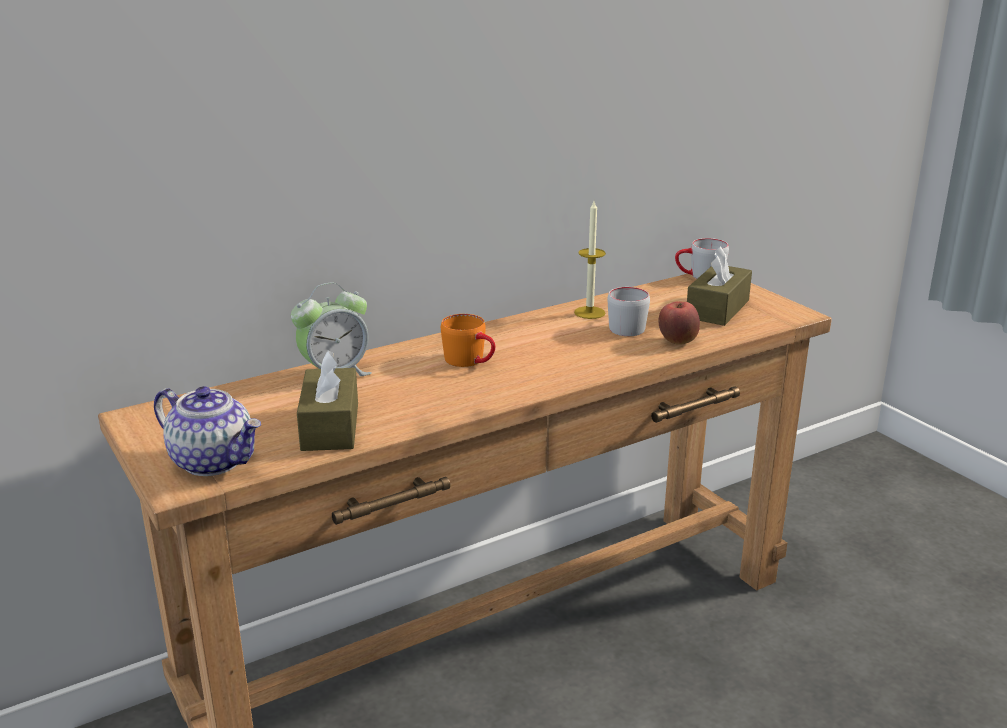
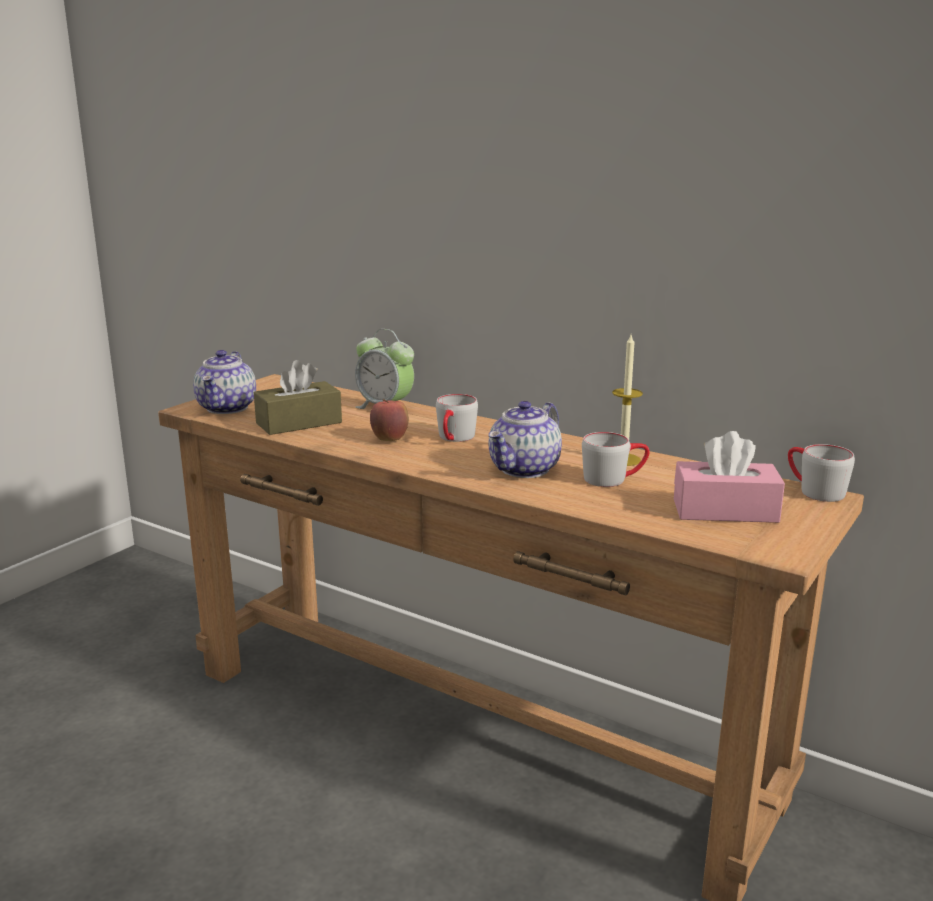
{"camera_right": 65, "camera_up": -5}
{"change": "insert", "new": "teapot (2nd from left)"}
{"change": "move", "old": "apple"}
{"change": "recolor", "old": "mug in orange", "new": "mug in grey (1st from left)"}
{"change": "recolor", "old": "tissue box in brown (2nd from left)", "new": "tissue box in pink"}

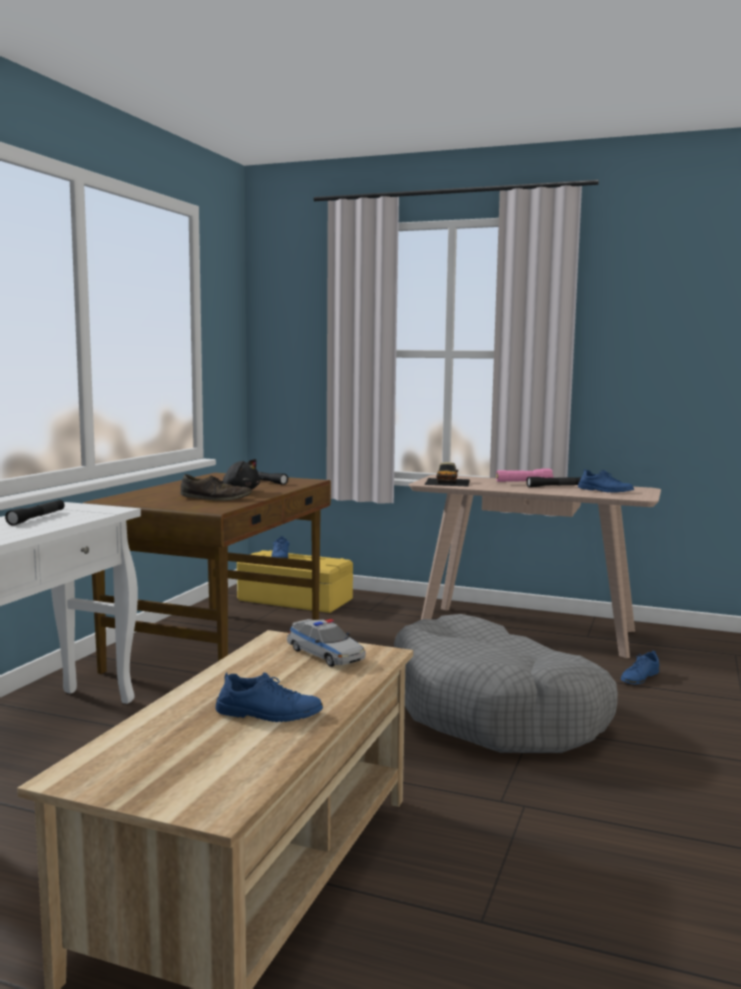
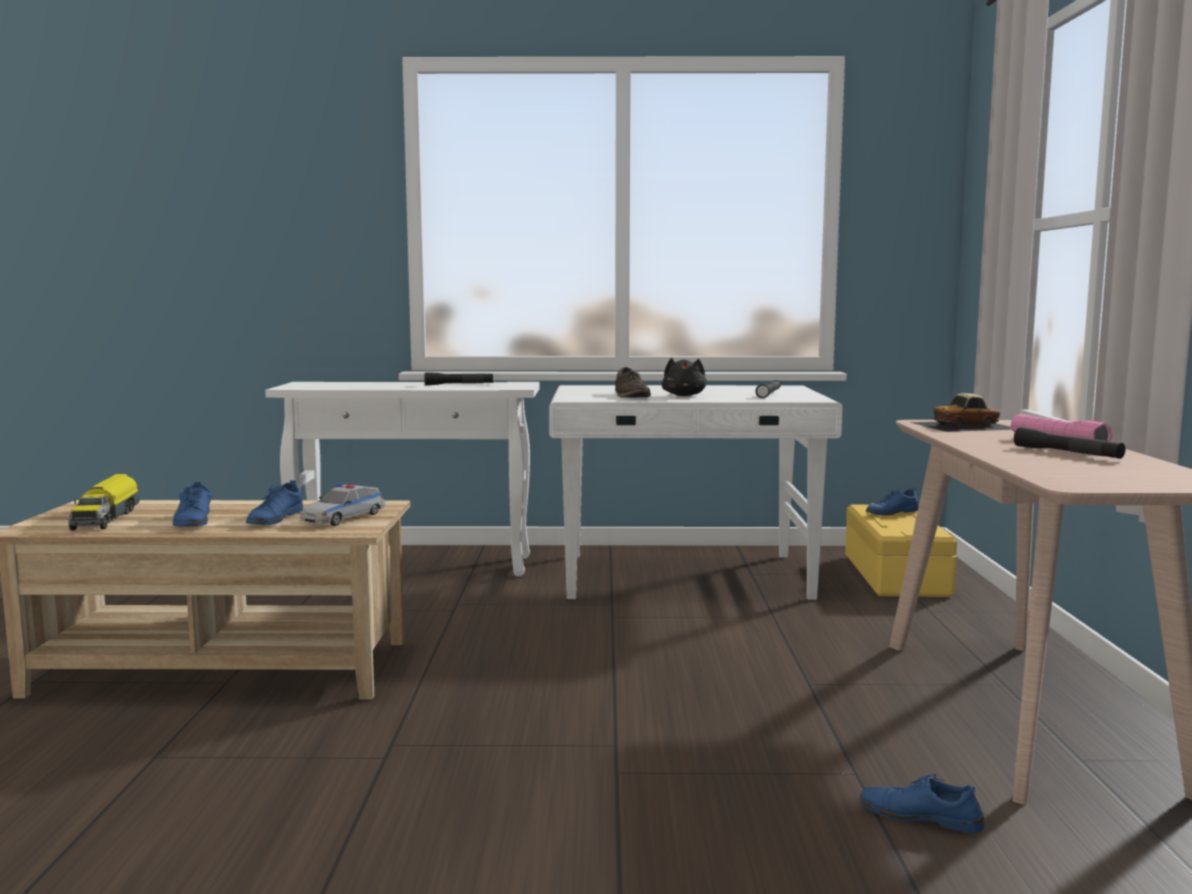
{"camera_right": 70, "camera_up": 0}
{"change": "delete", "old": "dog bed in grey"}
{"change": "insert", "new": "toy truck"}
{"change": "move", "old": "shoe in blue (3rd from left in the first image)", "new": "shoe in blue (2nd from left)"}
{"change": "recolor", "old": "desk in brown", "new": "desk in white"}

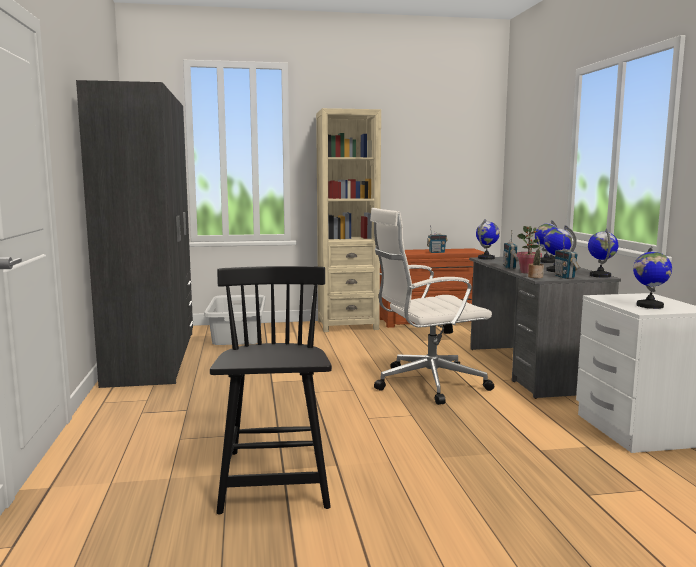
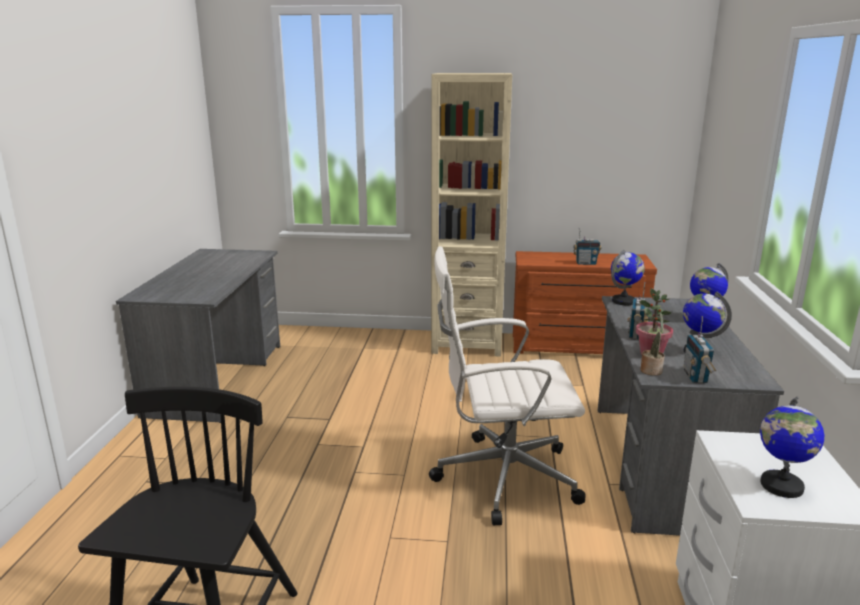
{"camera_right": 15, "camera_up": 10}
{"change": "delete", "old": "laundry basket in grey"}
{"change": "delete", "old": "globe (4th from left)"}
{"change": "replace", "old": "wardrobe in grey", "new": "desk in grey (1st from left)"}

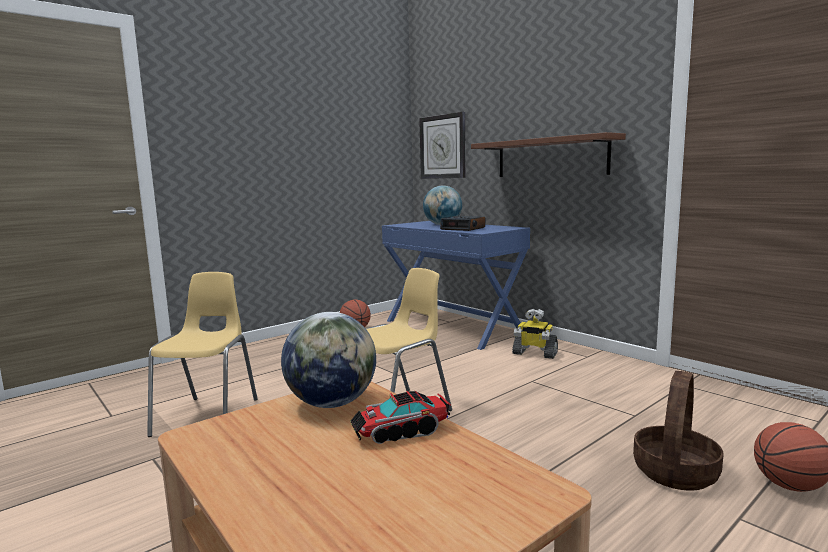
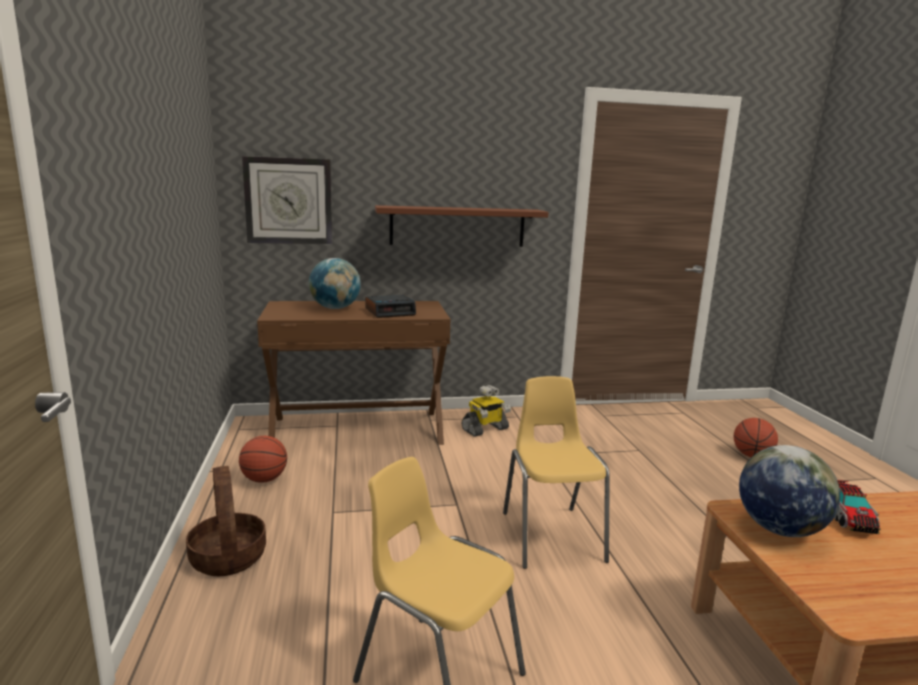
{"camera_right": -60, "camera_up": 5}
{"change": "move", "old": "basket"}
{"change": "recolor", "old": "desk in blue", "new": "desk in brown"}

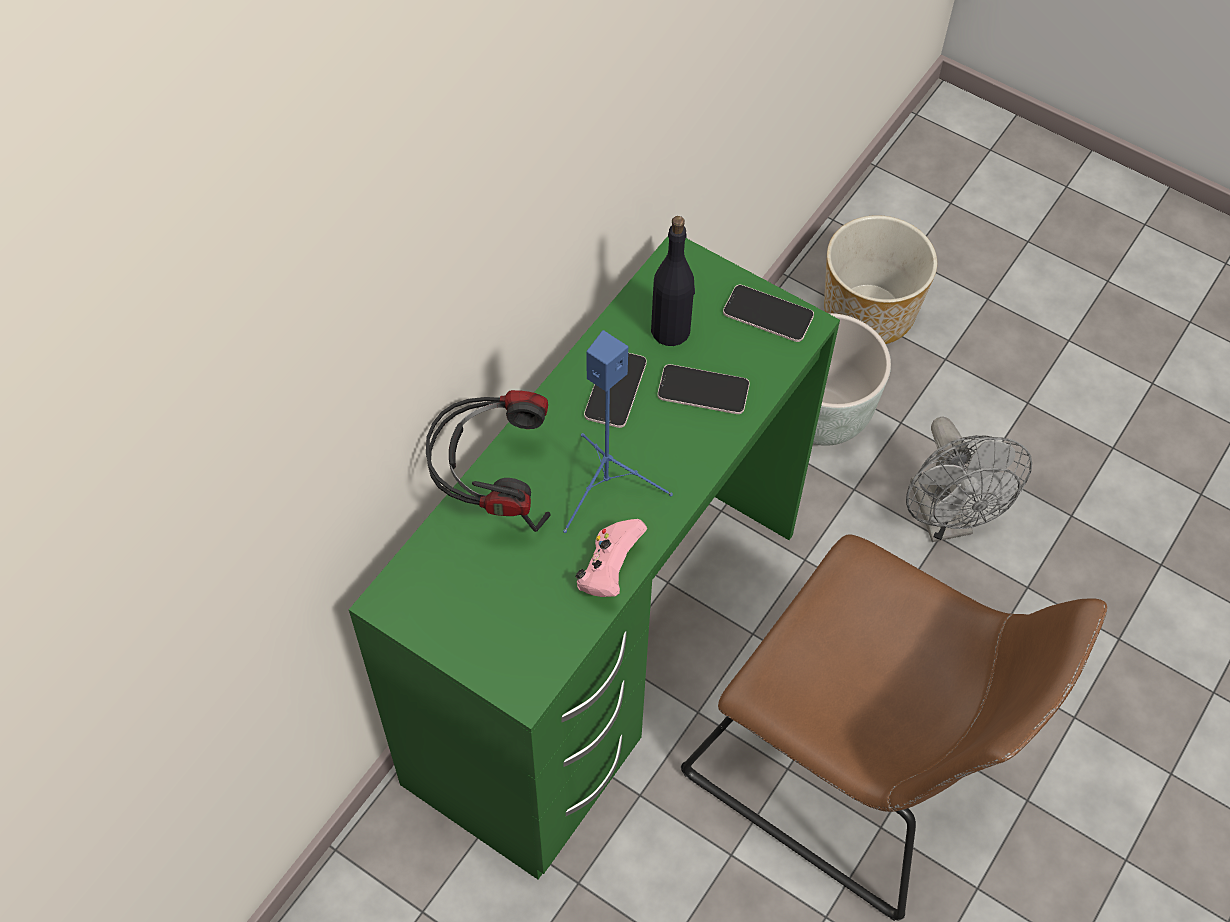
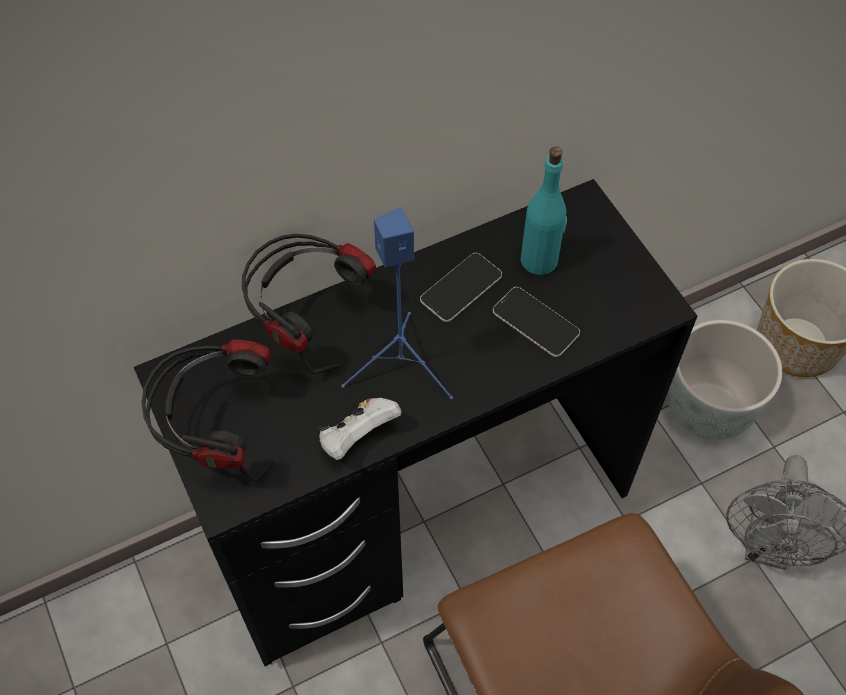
{"camera_right": 30, "camera_up": 0}
{"change": "delete", "old": "phone (3rd from left)"}
{"change": "insert", "new": "headphones (1st from left)"}
{"change": "recolor", "old": "desk in green", "new": "desk in black"}
{"change": "recolor", "old": "game controller in pink", "new": "game controller in white"}
{"change": "recolor", "old": "bottle in black", "new": "bottle in turquoise"}

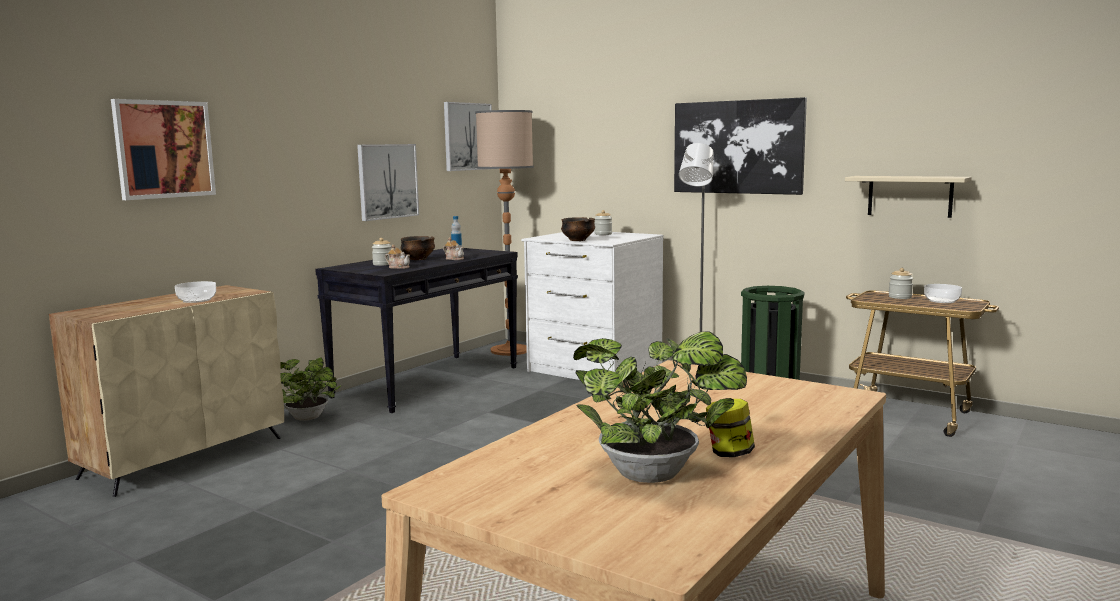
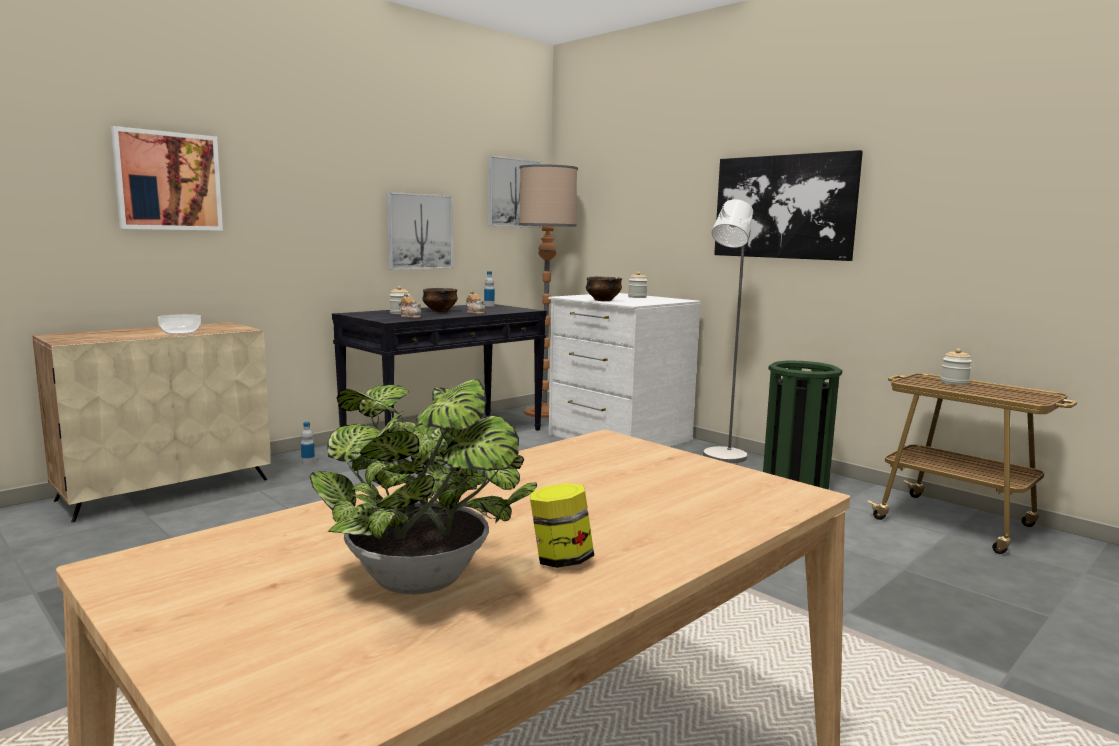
{"camera_right": 10, "camera_up": 0}
{"change": "delete", "old": "shelf in beige"}
{"change": "delete", "old": "bowl (4th from left)"}
{"change": "replace", "old": "potted plant (1st from left)", "new": "bottle (1st from left)"}

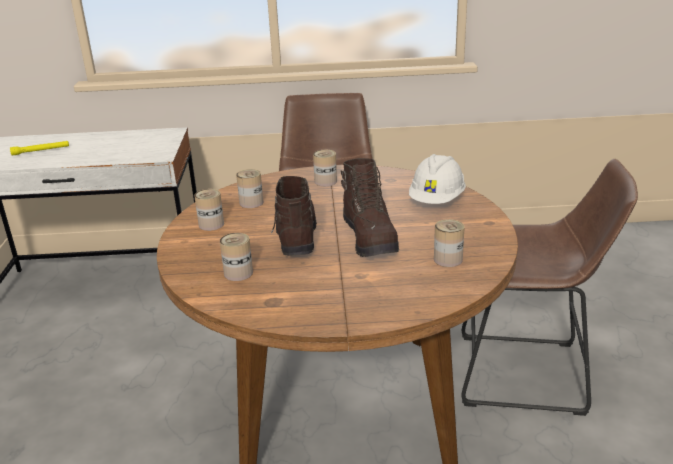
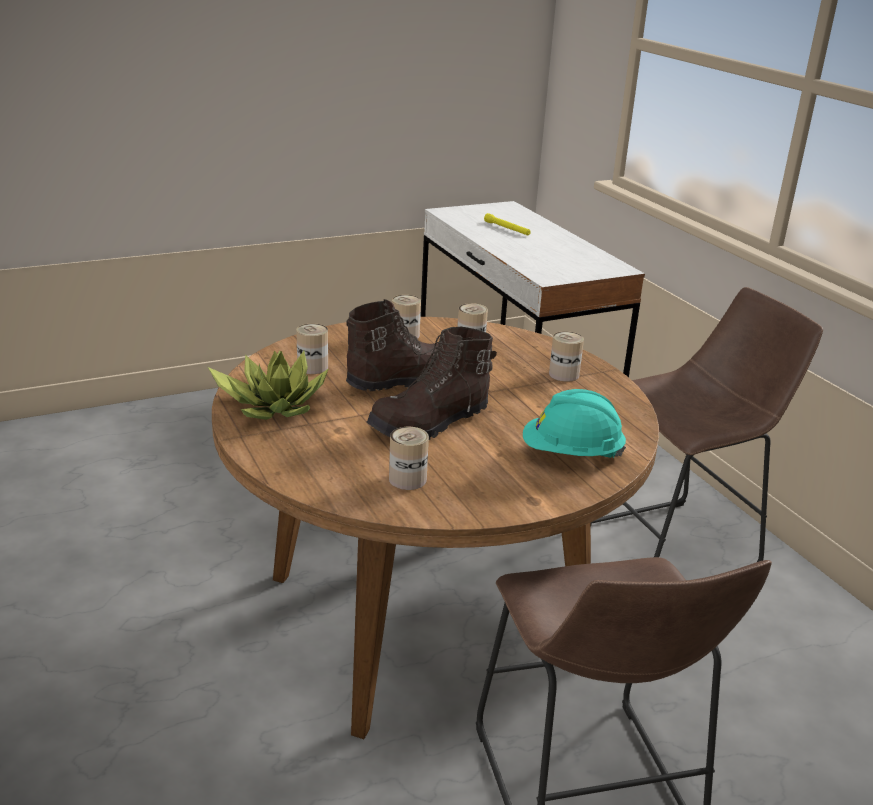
{"camera_right": 65, "camera_up": 0}
{"change": "insert", "new": "potted plant"}
{"change": "recolor", "old": "hard hat in white", "new": "hard hat in turquoise"}

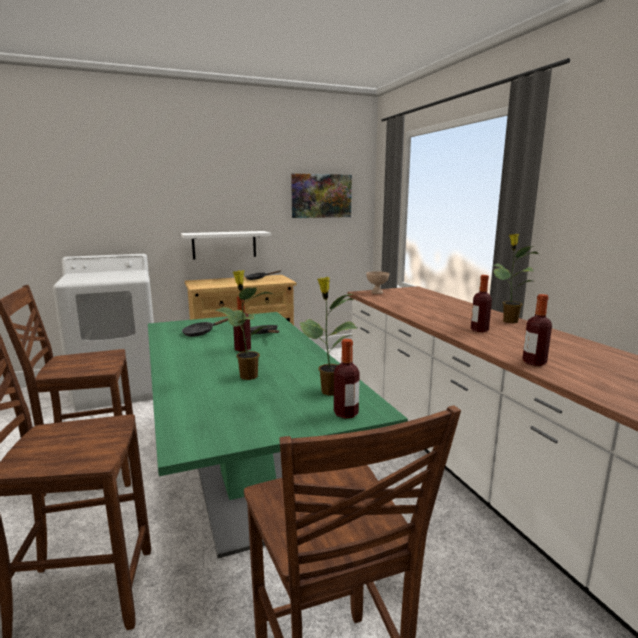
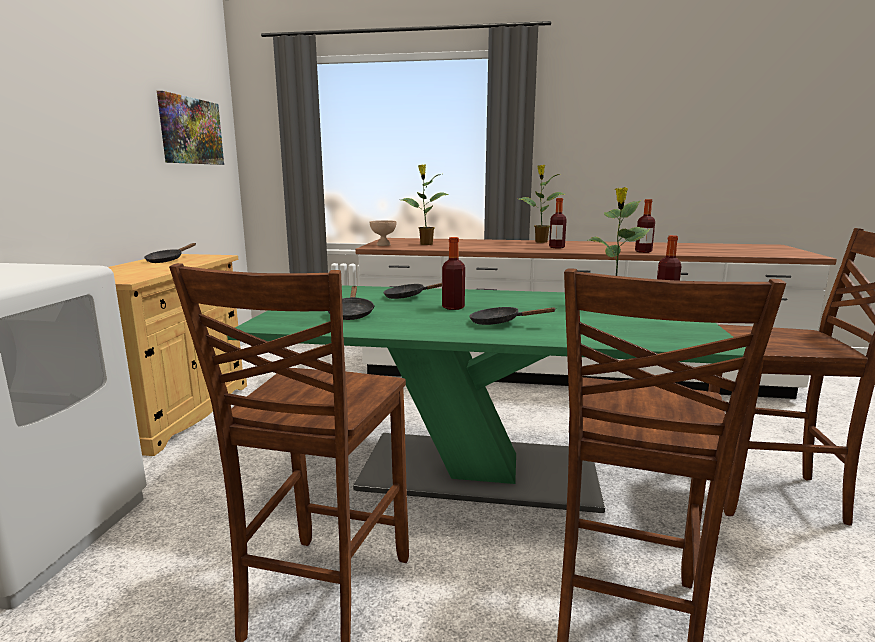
{"camera_right": -60, "camera_up": 0}
{"change": "delete", "old": "shelf in white"}
{"change": "insert", "new": "frying pan in black (4th from left)"}
{"change": "move", "old": "potted plant (1st from left)"}

